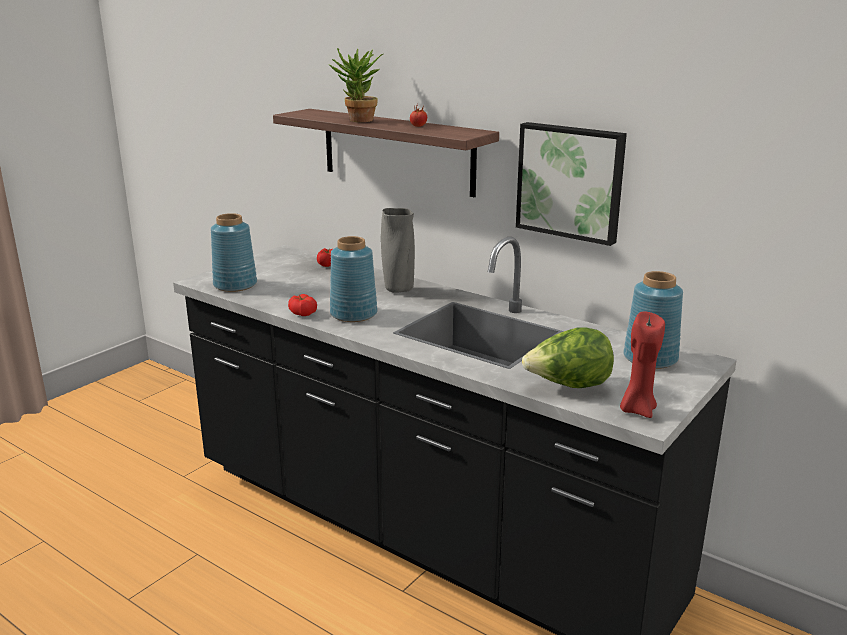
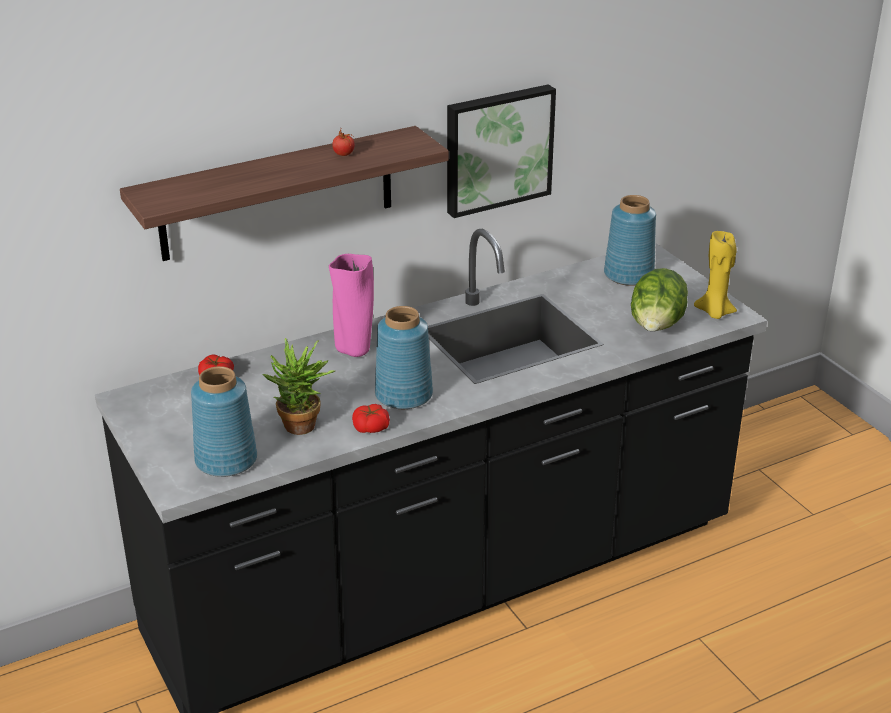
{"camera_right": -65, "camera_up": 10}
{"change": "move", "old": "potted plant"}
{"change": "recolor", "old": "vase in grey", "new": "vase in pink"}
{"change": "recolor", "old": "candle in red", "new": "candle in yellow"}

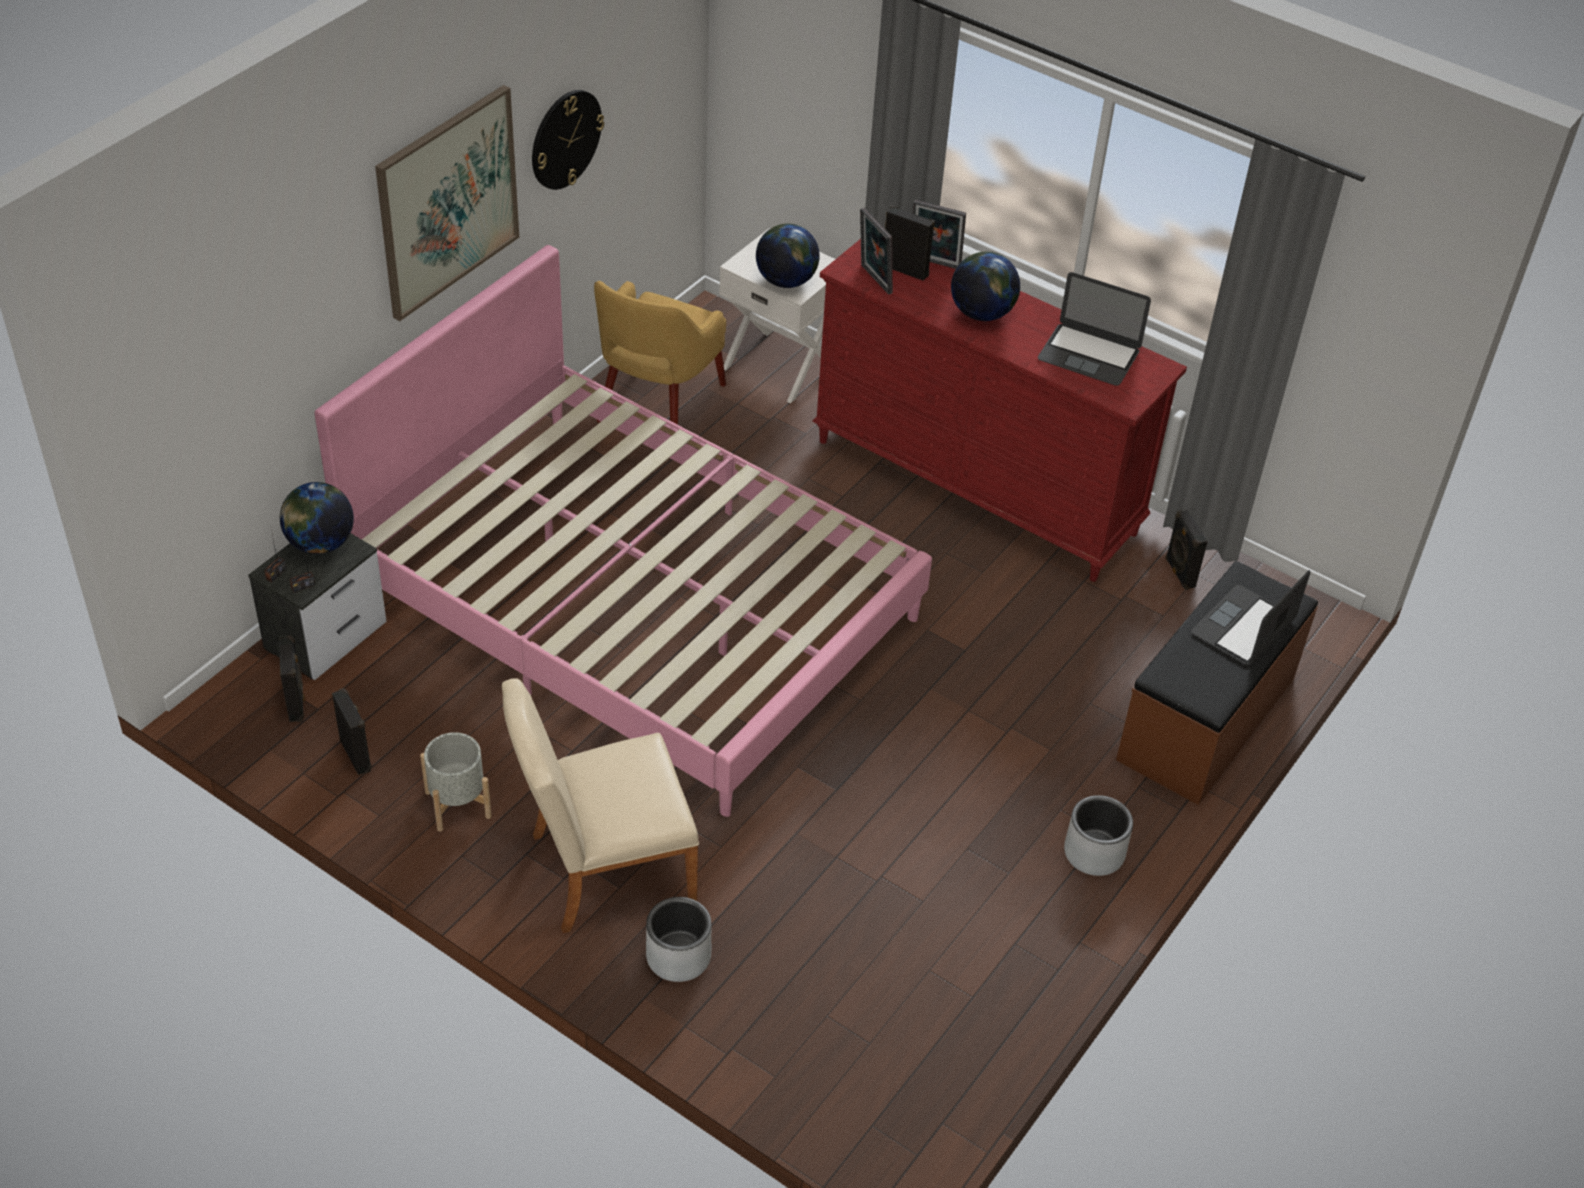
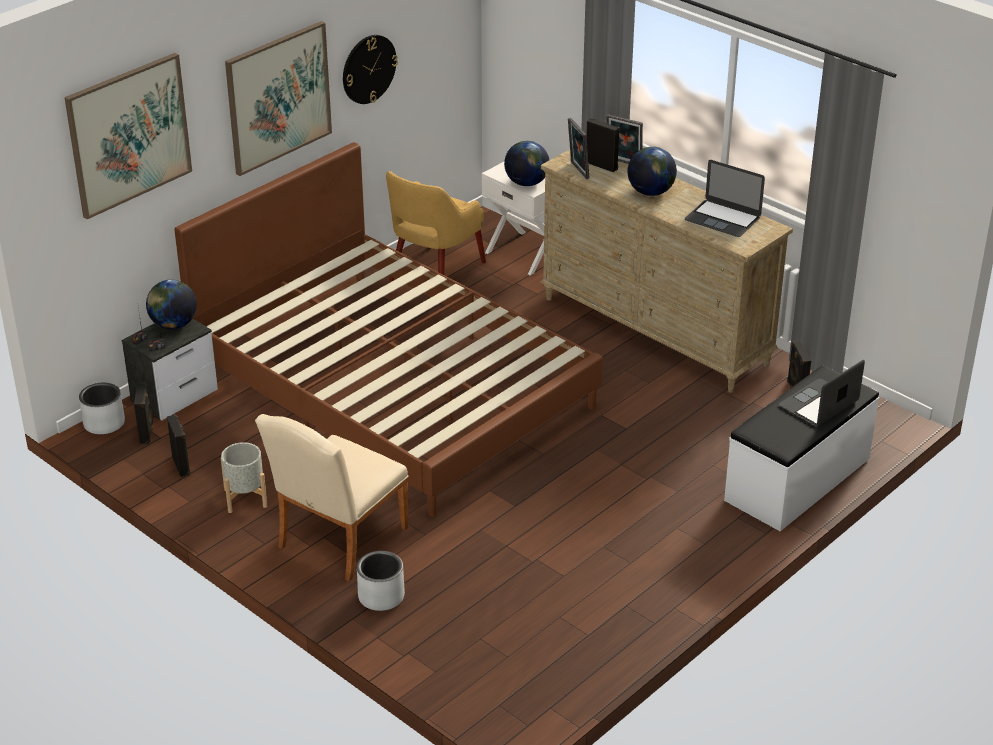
{"camera_right": 10, "camera_up": -10}
{"change": "insert", "new": "picture (1st from left)"}
{"change": "move", "old": "planter in grey (3rd from left in the first image)", "new": "planter in grey (1st from left)"}
{"change": "recolor", "old": "bed in pink", "new": "bed in brown"}
{"change": "recolor", "old": "dresser in red", "new": "dresser in beige"}
{"change": "recolor", "old": "bench in brown", "new": "bench in white"}
{"change": "rotate", "old": "chair in beige", "degrees": -45}

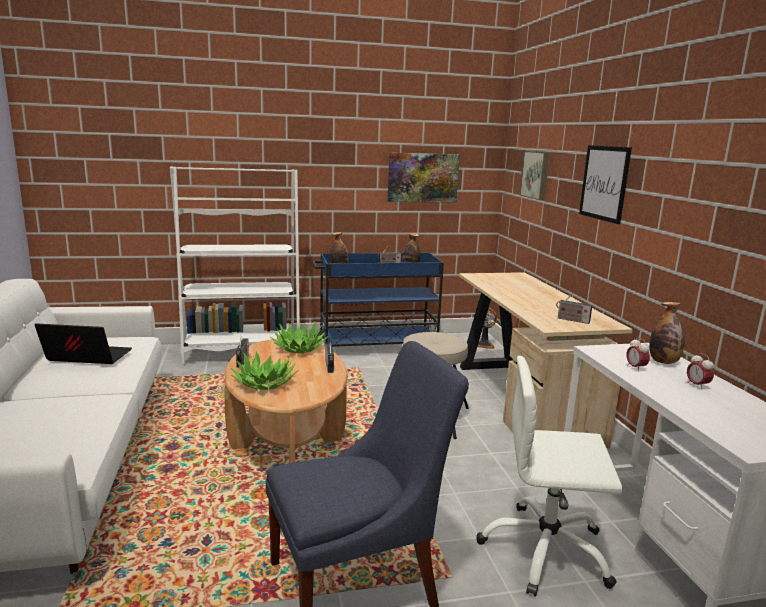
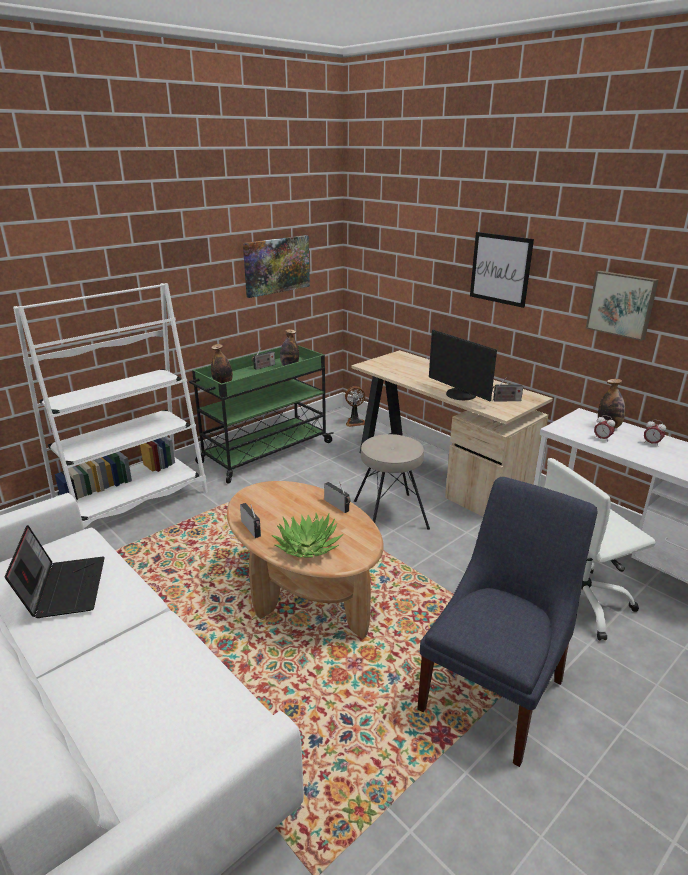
{"camera_right": -30, "camera_up": 10}
{"change": "delete", "old": "potted plant (2nd from left)"}
{"change": "insert", "new": "monitor"}
{"change": "move", "old": "picture (2nd from left in the first image)", "new": "picture (3rd from left)"}
{"change": "recolor", "old": "cart in blue", "new": "cart in green"}
{"change": "rotate", "old": "laptop", "degrees": 105}

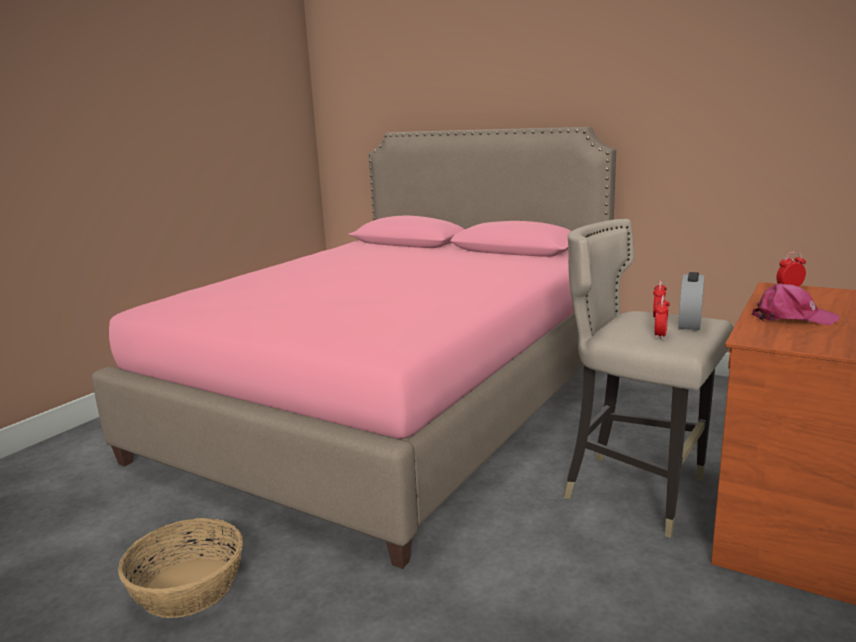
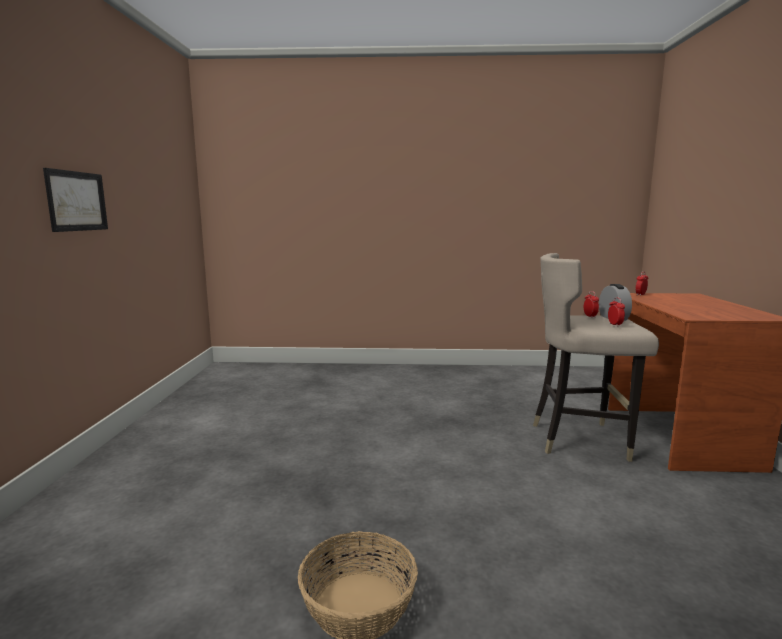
{"camera_right": -30, "camera_up": -5}
{"change": "delete", "old": "bed in pink"}
{"change": "delete", "old": "cap in pink"}
{"change": "insert", "new": "picture"}

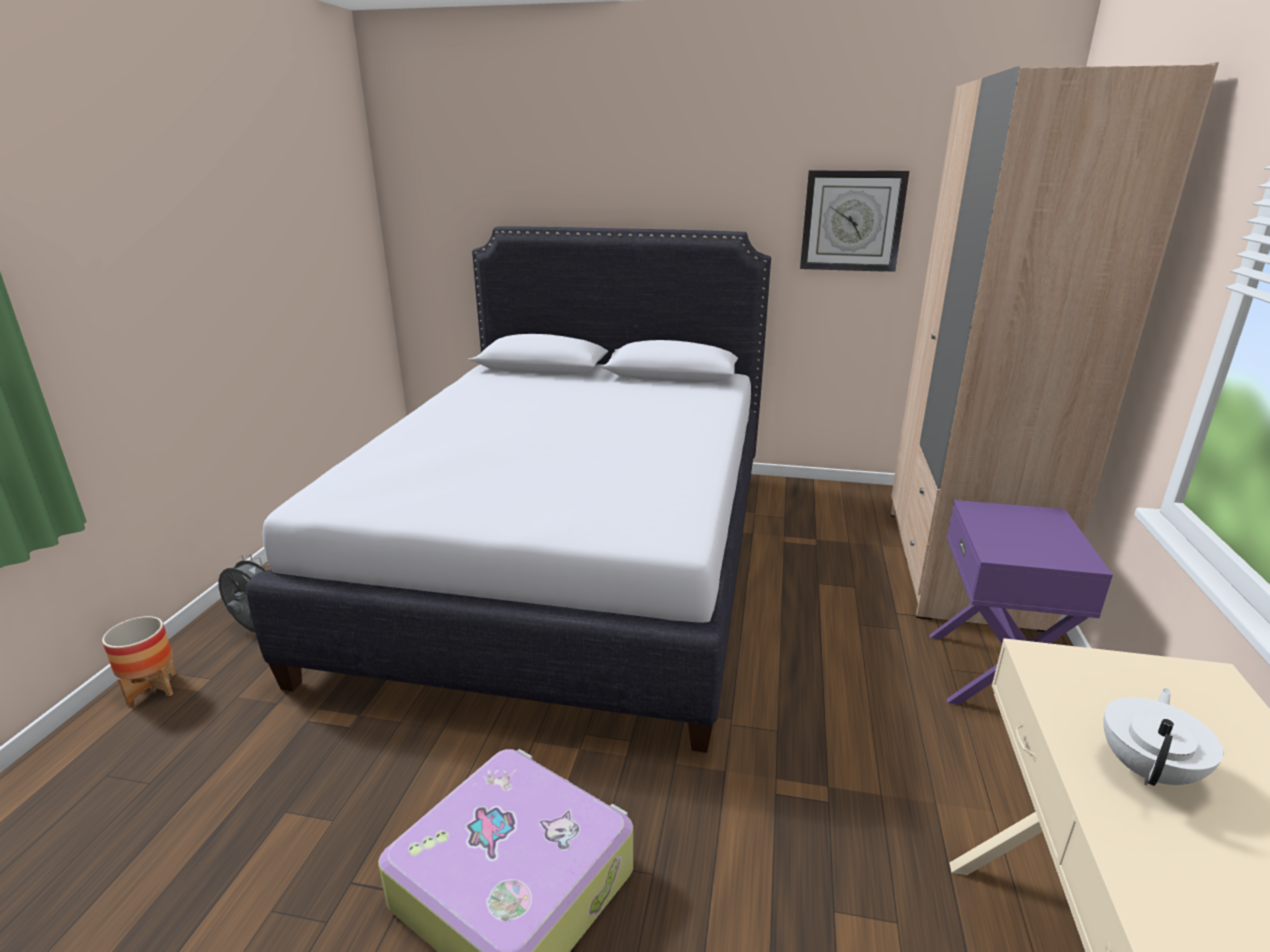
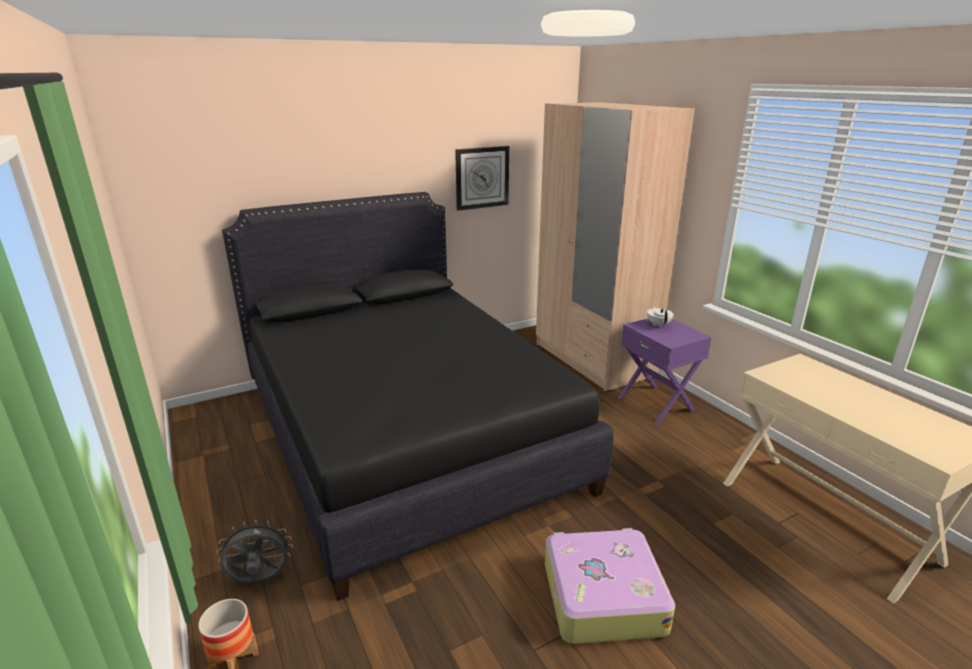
{"camera_right": -40, "camera_up": 0}
{"change": "move", "old": "teapot in white"}
{"change": "recolor", "old": "bed in white", "new": "bed in black"}

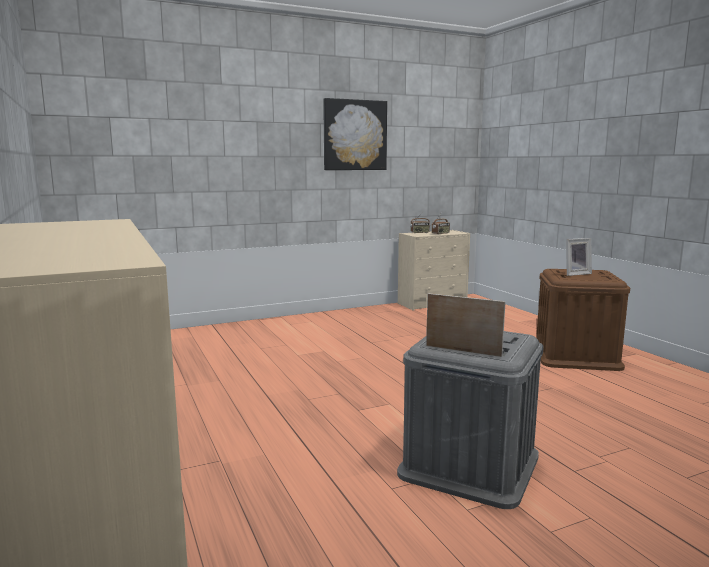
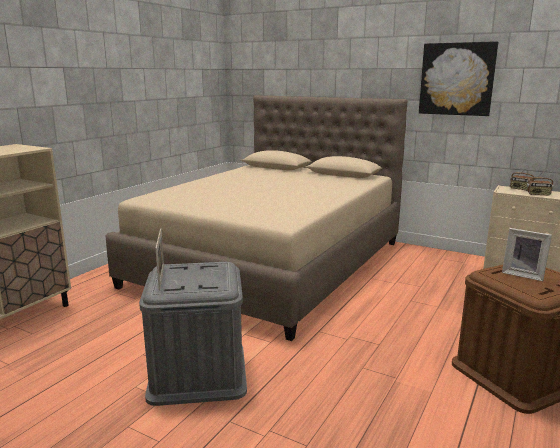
{"camera_right": 55, "camera_up": 5}
{"change": "insert", "new": "bed in beige"}

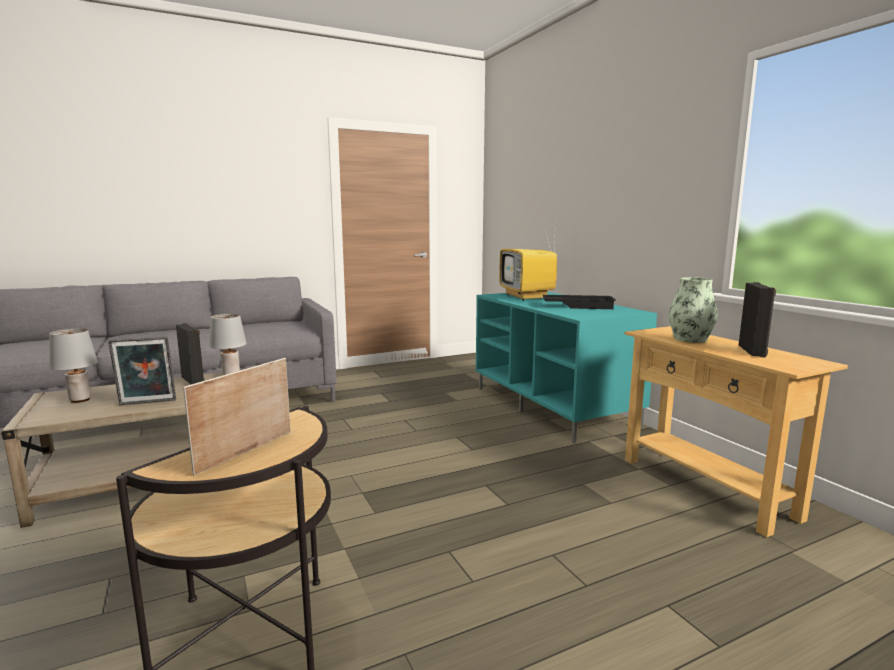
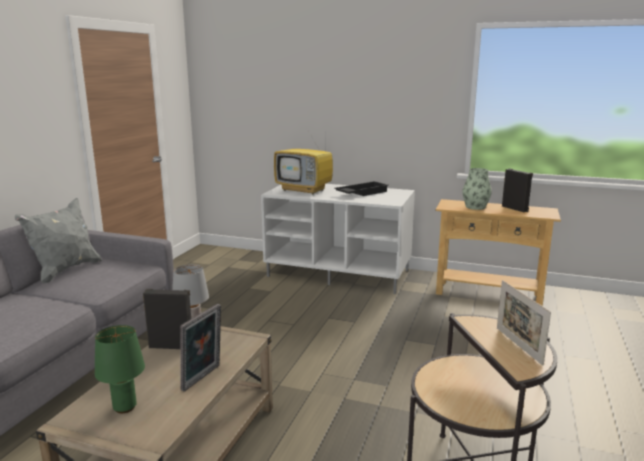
{"camera_right": -45, "camera_up": 5}
{"change": "insert", "new": "pillow in grey"}
{"change": "recolor", "old": "table lamp in grey (1st from left)", "new": "table lamp in green"}
{"change": "recolor", "old": "tv stand in turquoise", "new": "tv stand in white"}

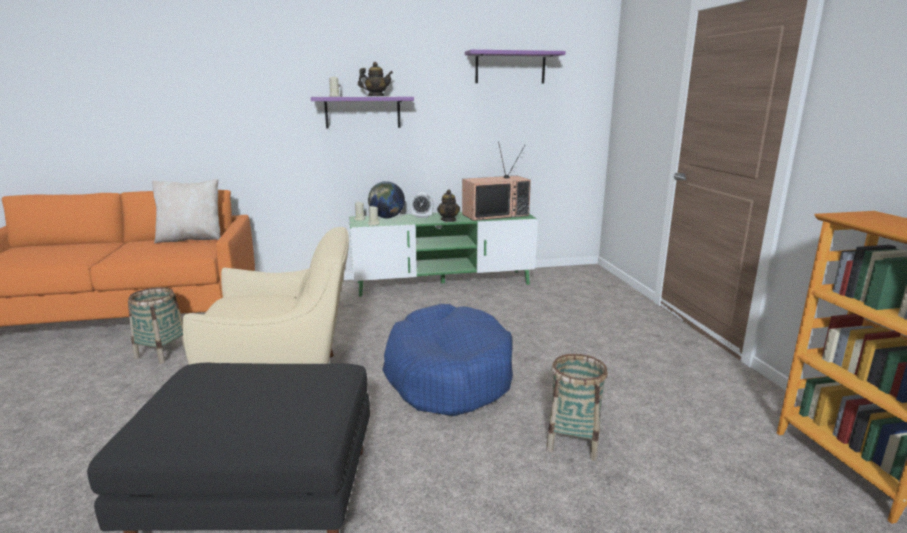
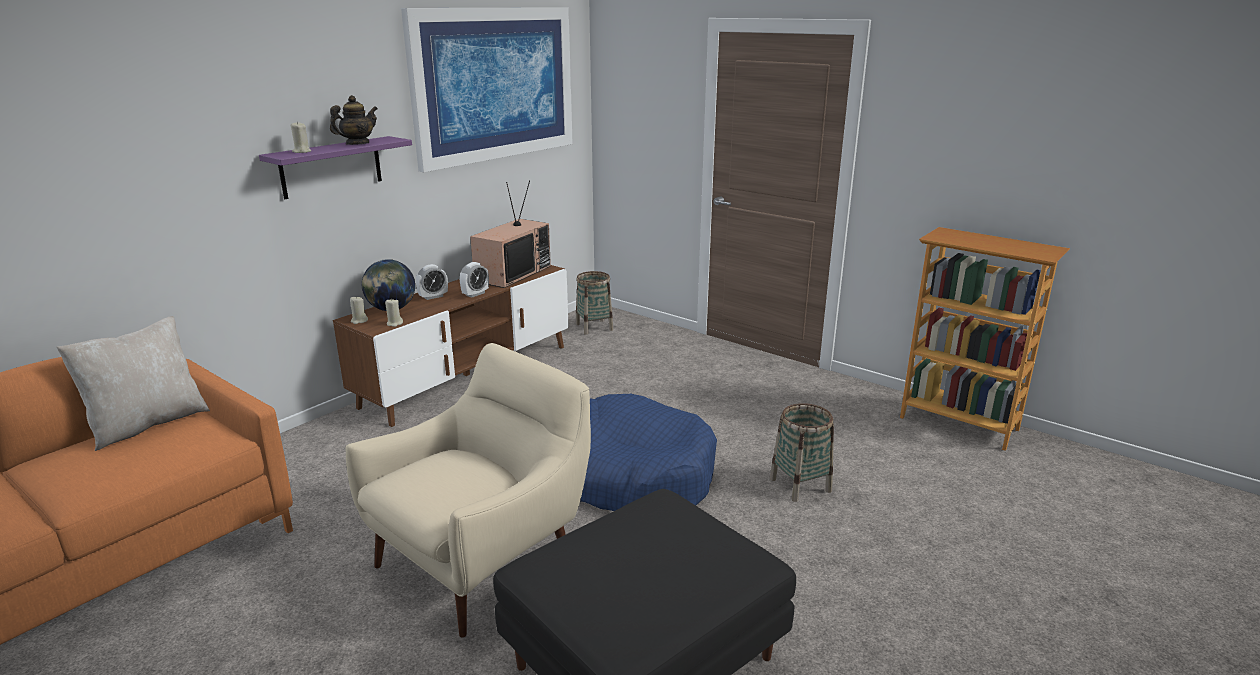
{"camera_right": -40, "camera_up": 5}
{"change": "move", "old": "basket (1st from left)"}
{"change": "replace", "old": "teapot (2nd from left)", "new": "alarm clock (2nd from left)"}
{"change": "replace", "old": "shelf in purple (2nd from left)", "new": "picture"}
{"change": "recolor", "old": "tv stand in green", "new": "tv stand in brown"}

